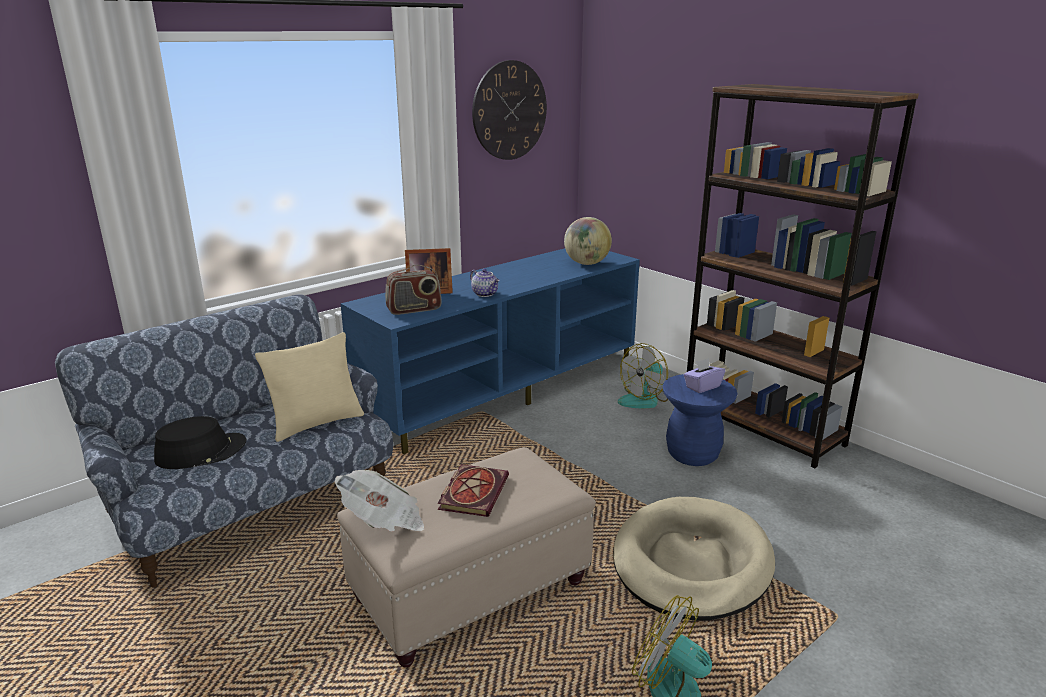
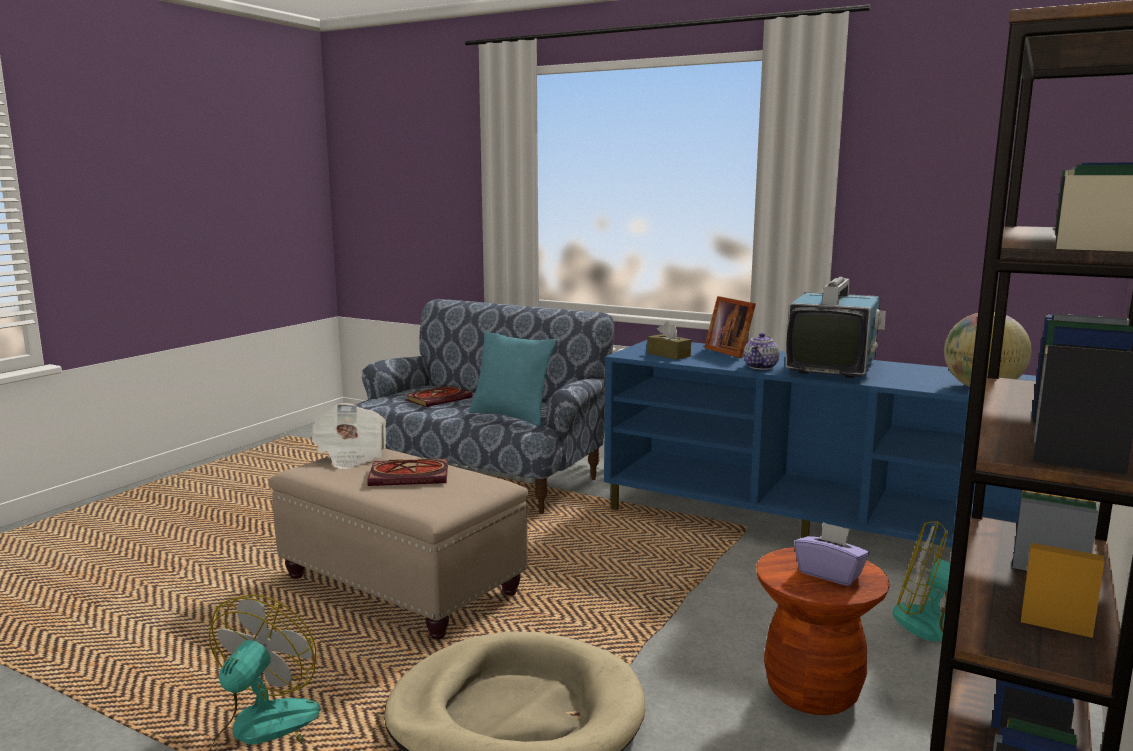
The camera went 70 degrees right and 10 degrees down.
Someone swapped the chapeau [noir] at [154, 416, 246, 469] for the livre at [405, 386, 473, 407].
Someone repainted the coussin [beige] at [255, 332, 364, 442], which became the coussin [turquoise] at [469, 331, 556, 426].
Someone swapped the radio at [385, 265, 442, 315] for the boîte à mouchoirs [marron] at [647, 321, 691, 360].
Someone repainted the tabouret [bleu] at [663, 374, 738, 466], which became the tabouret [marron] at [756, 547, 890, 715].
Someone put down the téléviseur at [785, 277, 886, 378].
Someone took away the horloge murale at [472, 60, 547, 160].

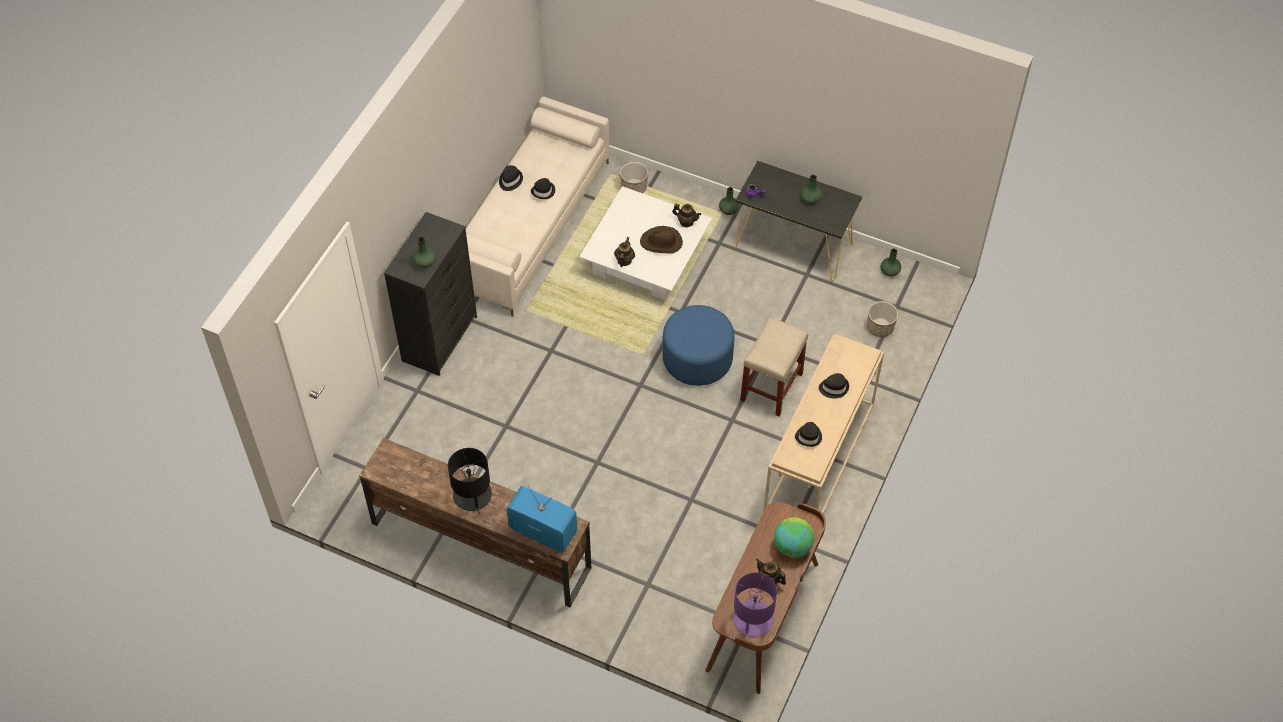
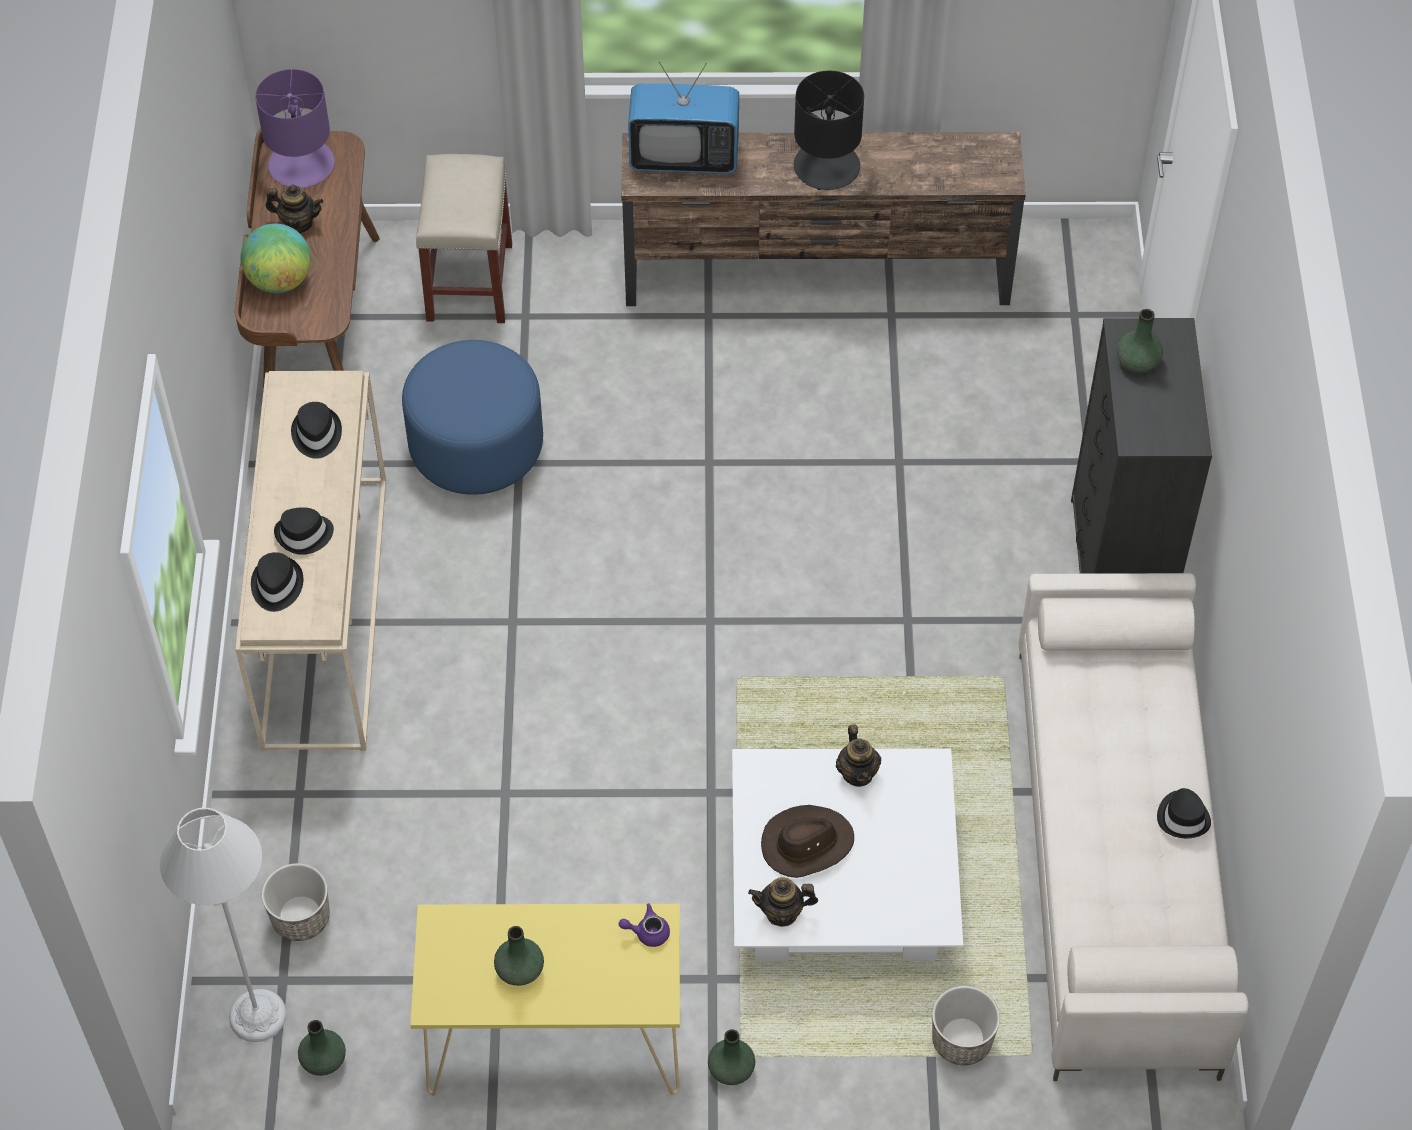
The camera went 155 degrees right and 0 degrees up.
Someone put down the lampadaire [gris] at [160, 808, 287, 1042].
Someone carried the chapeau [noir] from [531, 178, 555, 199] to [251, 552, 303, 612].
Someone carried the pouf [bleu] from [663, 305, 735, 386] to [402, 340, 543, 495].
Someone repainted the table console [noir] at [735, 161, 862, 281], which became the table console [jaune] at [410, 904, 680, 1096].
Someone carried the tabouret [beige] from [740, 317, 808, 417] to [416, 154, 512, 323].

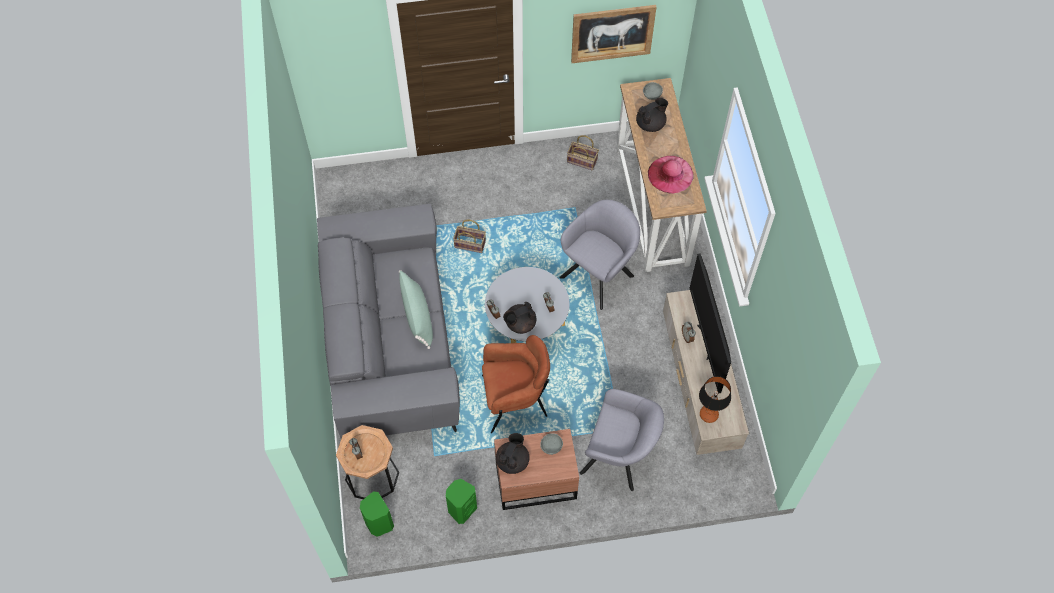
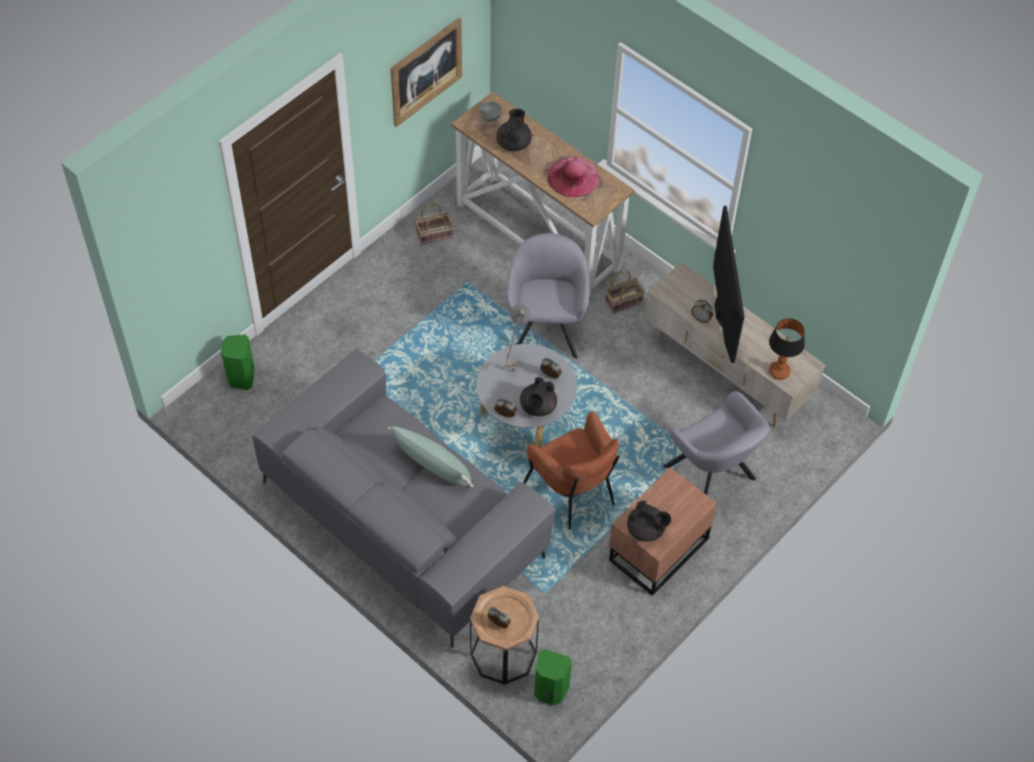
The camera went 40 degrees left and 5 degrees down.
Someone carried the enceinte [vert] from [446, 479, 477, 524] to [221, 334, 255, 390].
Someone put down the lampe de table [gris] at [503, 304, 531, 373].
Someone rotated the fauteuil [marron] at [482, 335, 550, 433] by 105 degrees clockwise.
Someone carried the panier from [453, 220, 486, 253] to [605, 270, 645, 314].
Someone rotated the théière [noir] at [496, 433, 529, 474] by 135 degrees clockwise.
Someone rotated the fauteuil [gris] at [579, 389, 664, 491] by 75 degrees clockwise.
Someone rotated the téléviseur at [690, 253, 731, 394] by 135 degrees counterclockwise.
Someone took away the bol [gris] at [540, 433, 563, 455].

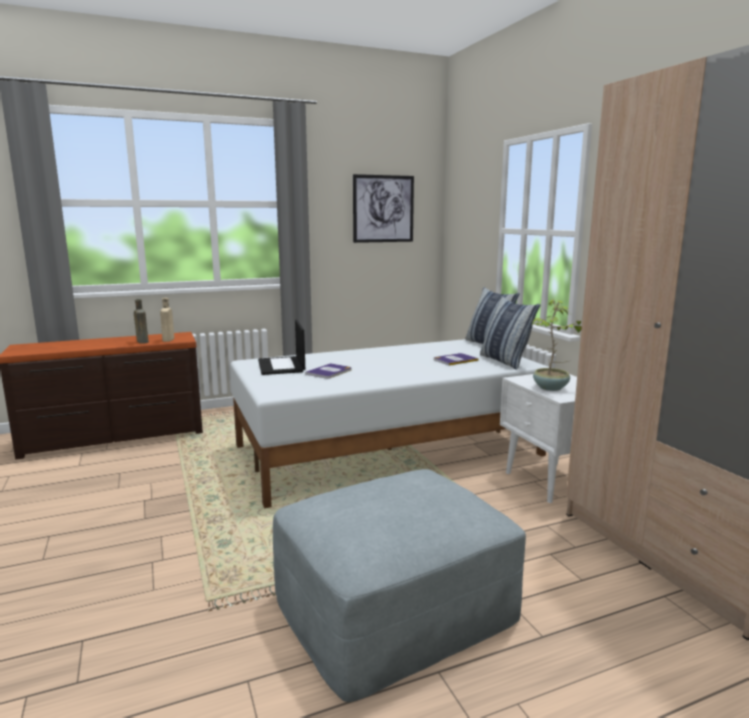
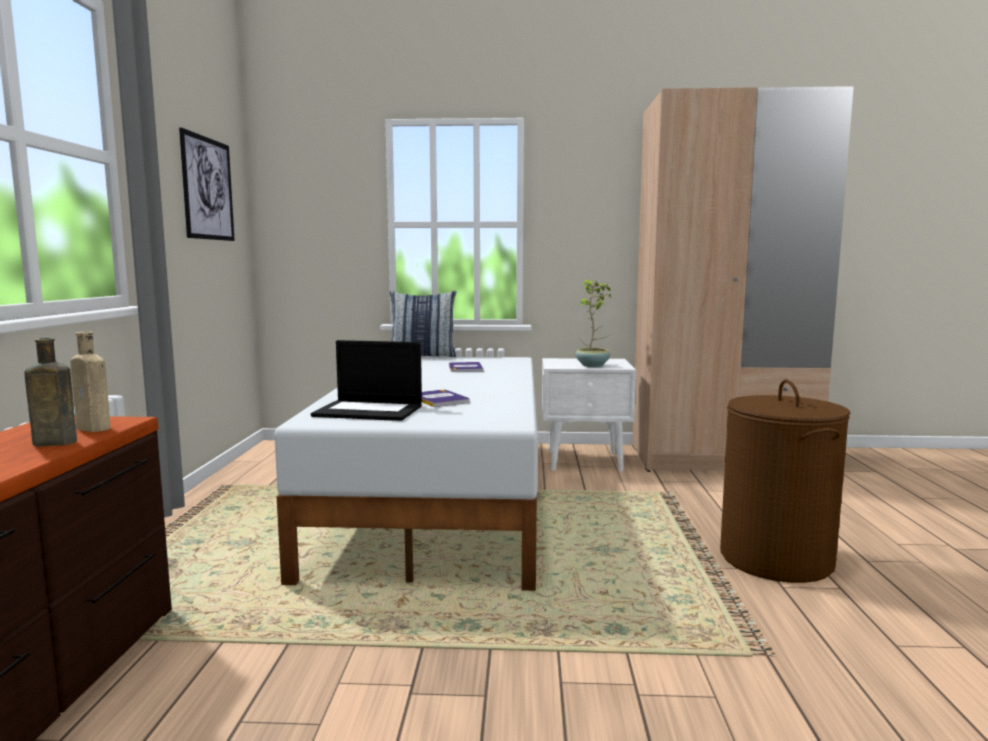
The camera went 65 degrees left and 5 degrees down.
Someone swapped the pouf [gris] at [273, 469, 526, 702] for the panier à linge [marron] at [720, 379, 851, 583].
Someone took away the coussin at [480, 296, 541, 370].

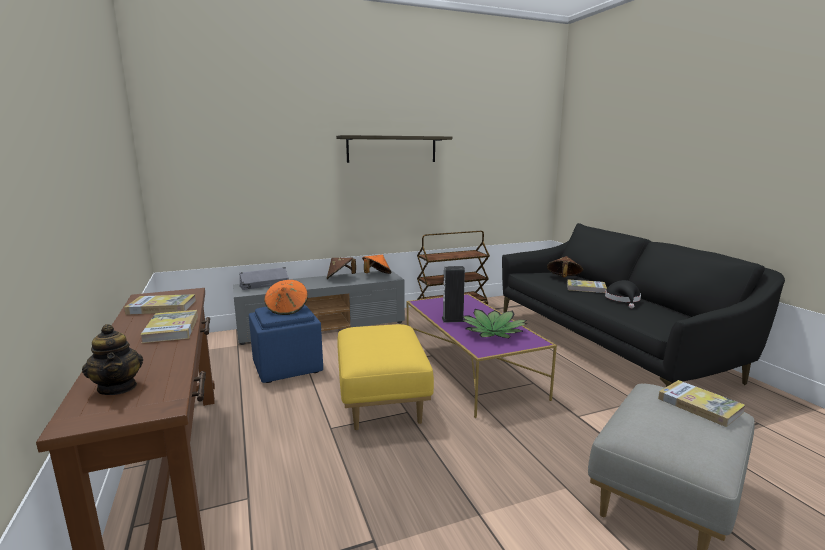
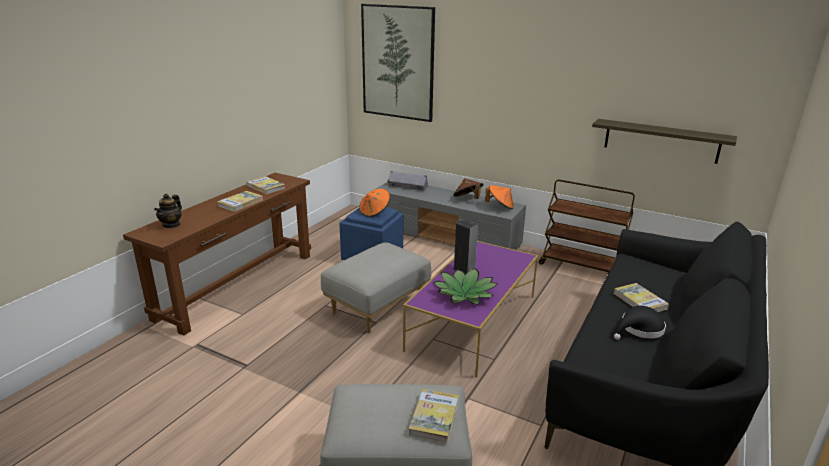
The camera went 50 degrees right and 10 degrees up.
Someone repainted the pouf [jaune] at [337, 324, 434, 430], which became the pouf [gris] at [321, 242, 432, 333].
Someone put up the tableau at [361, 4, 435, 122].
Someone carried the étagère from [336, 135, 452, 163] to [592, 119, 737, 164].
Someone took away the chapeau [marron] at [547, 256, 583, 277].

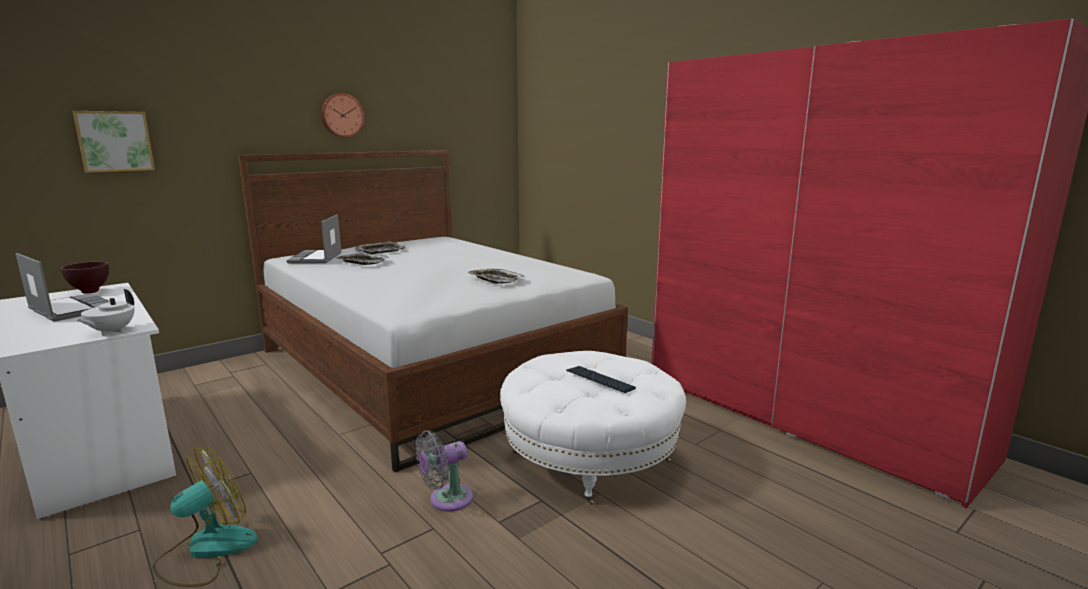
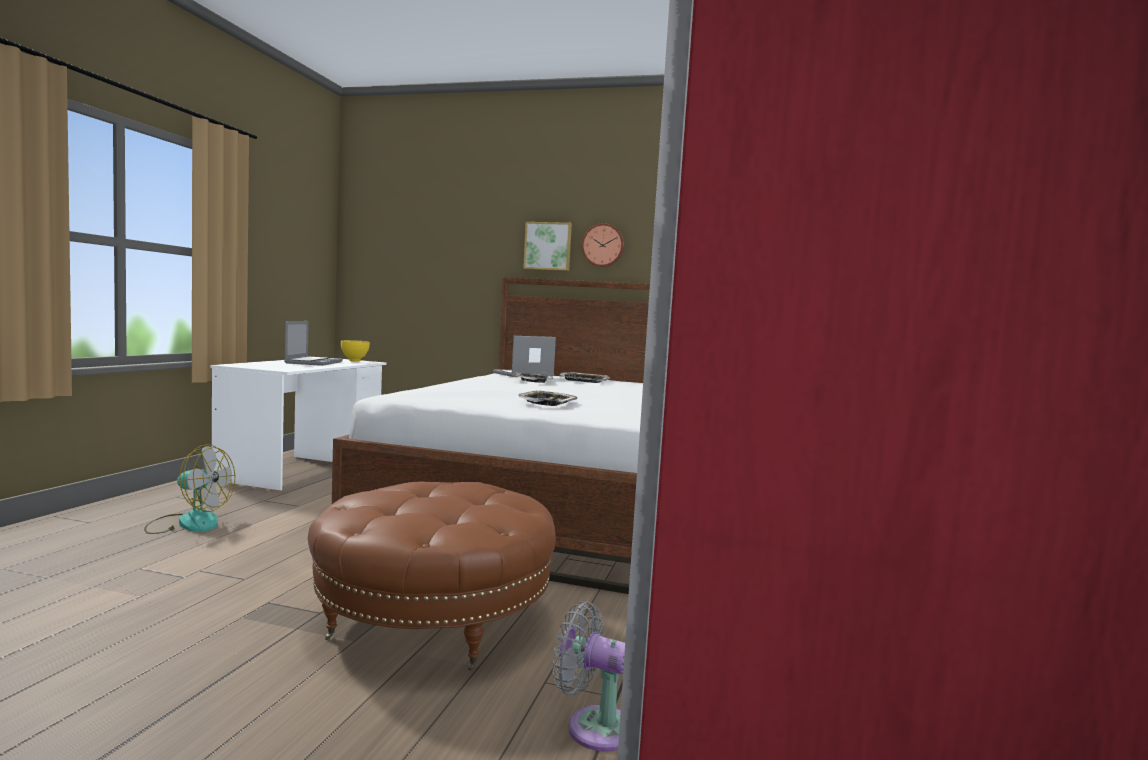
The camera went 55 degrees right and 10 degrees down.
Someone repainted the pouf [blanc] at [500, 351, 686, 505], which became the pouf [marron] at [307, 481, 556, 670].
Someone repainted the bol [marron] at [61, 261, 109, 294], which became the bol [jaune] at [341, 340, 370, 362].
Someone carried the tableau from [73, 111, 155, 173] to [523, 222, 572, 271].
Someone carried the ventilateur [gris] from [415, 430, 473, 512] to [552, 602, 625, 752].
Someone took away the théière [blanc] at [77, 289, 134, 335].
Someone took away the clavier at [566, 366, 636, 393].

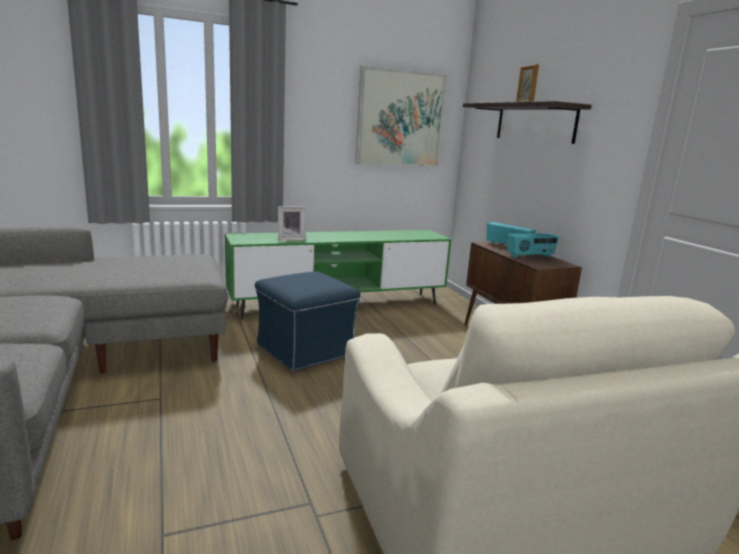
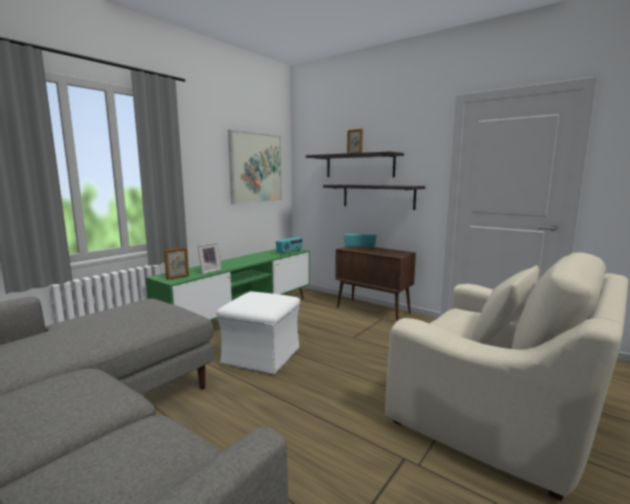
The camera went 30 degrees left and 5 degrees down.
Someone put down the cadre photo at [164, 247, 189, 280].
Someone repainted the pouf [bleu] at [255, 272, 360, 372], which became the pouf [blanc] at [216, 292, 300, 375].
Someone carried the radio from [507, 233, 559, 258] to [276, 237, 303, 255].
Someone put up the étagère at [323, 185, 425, 210].

